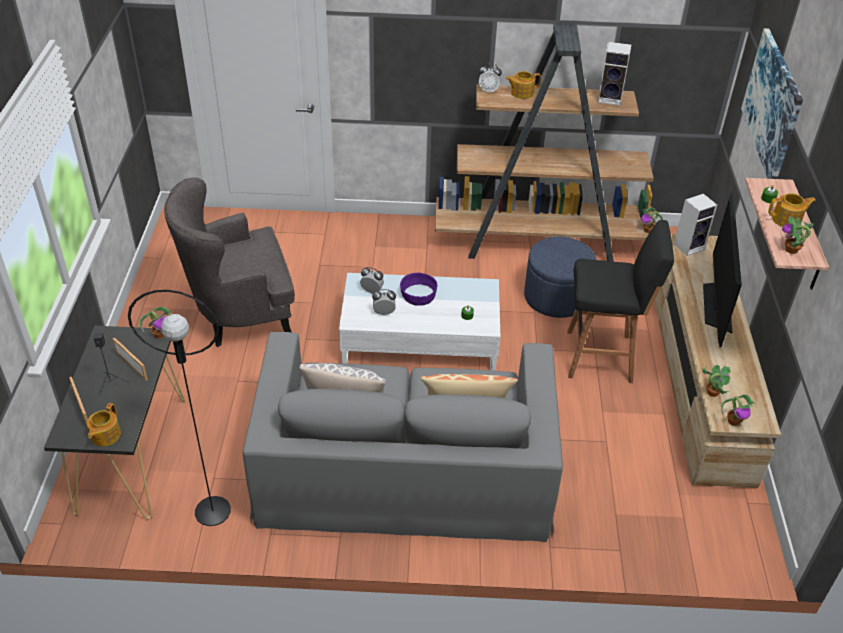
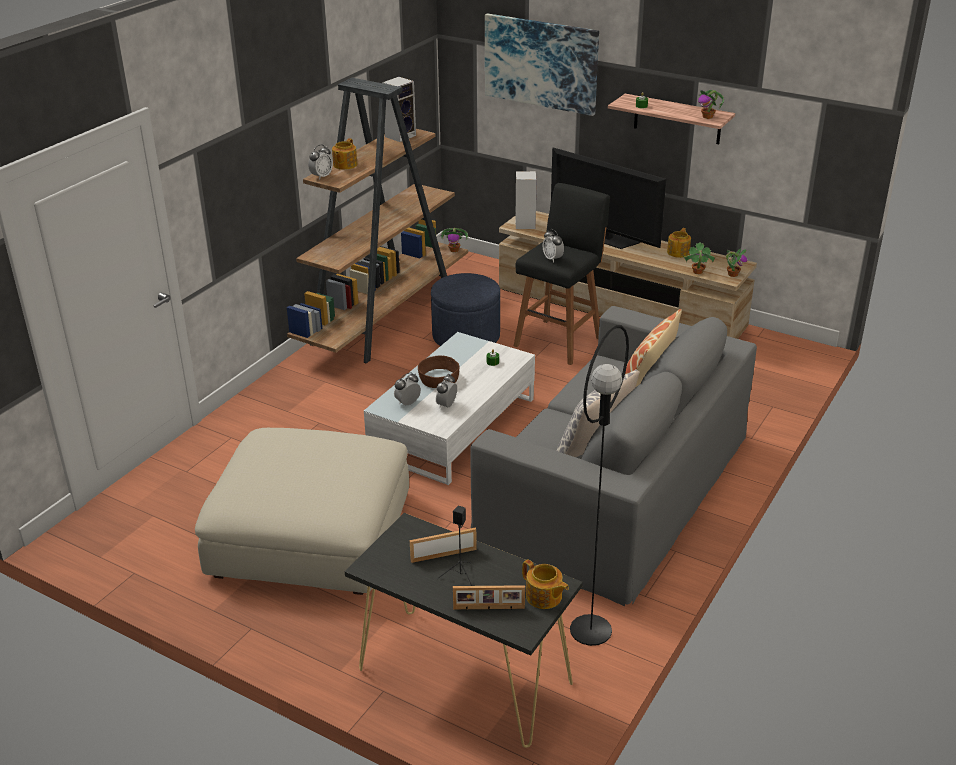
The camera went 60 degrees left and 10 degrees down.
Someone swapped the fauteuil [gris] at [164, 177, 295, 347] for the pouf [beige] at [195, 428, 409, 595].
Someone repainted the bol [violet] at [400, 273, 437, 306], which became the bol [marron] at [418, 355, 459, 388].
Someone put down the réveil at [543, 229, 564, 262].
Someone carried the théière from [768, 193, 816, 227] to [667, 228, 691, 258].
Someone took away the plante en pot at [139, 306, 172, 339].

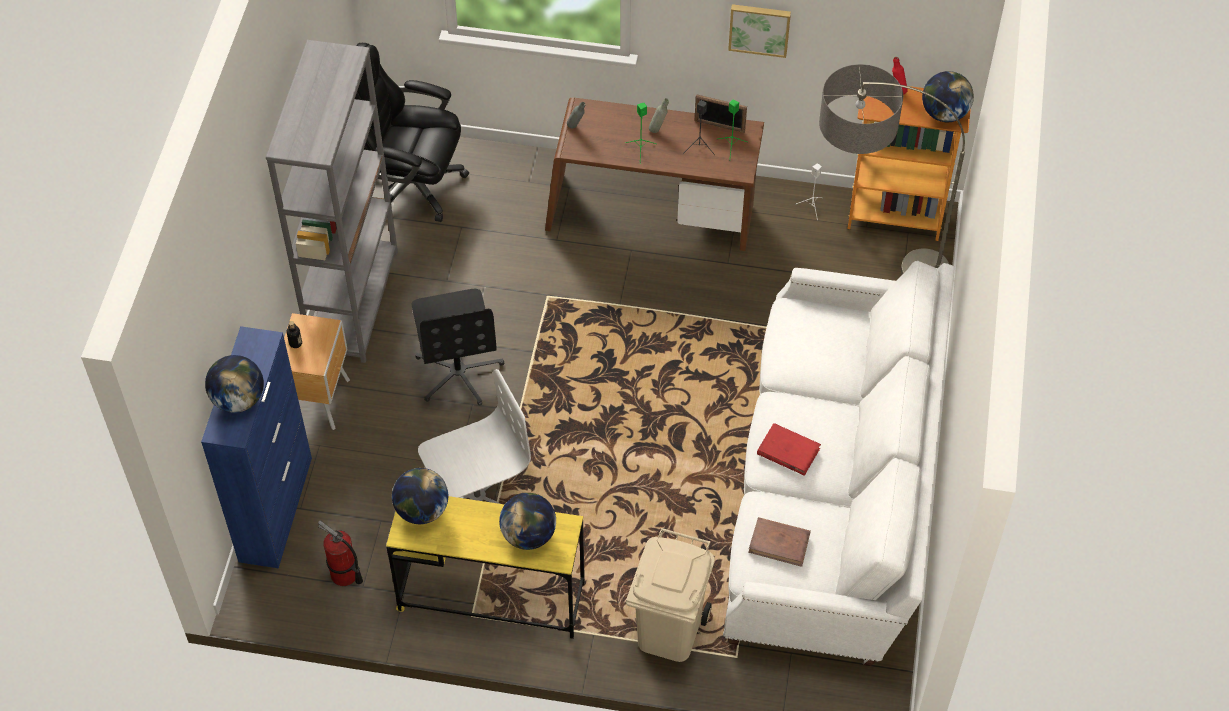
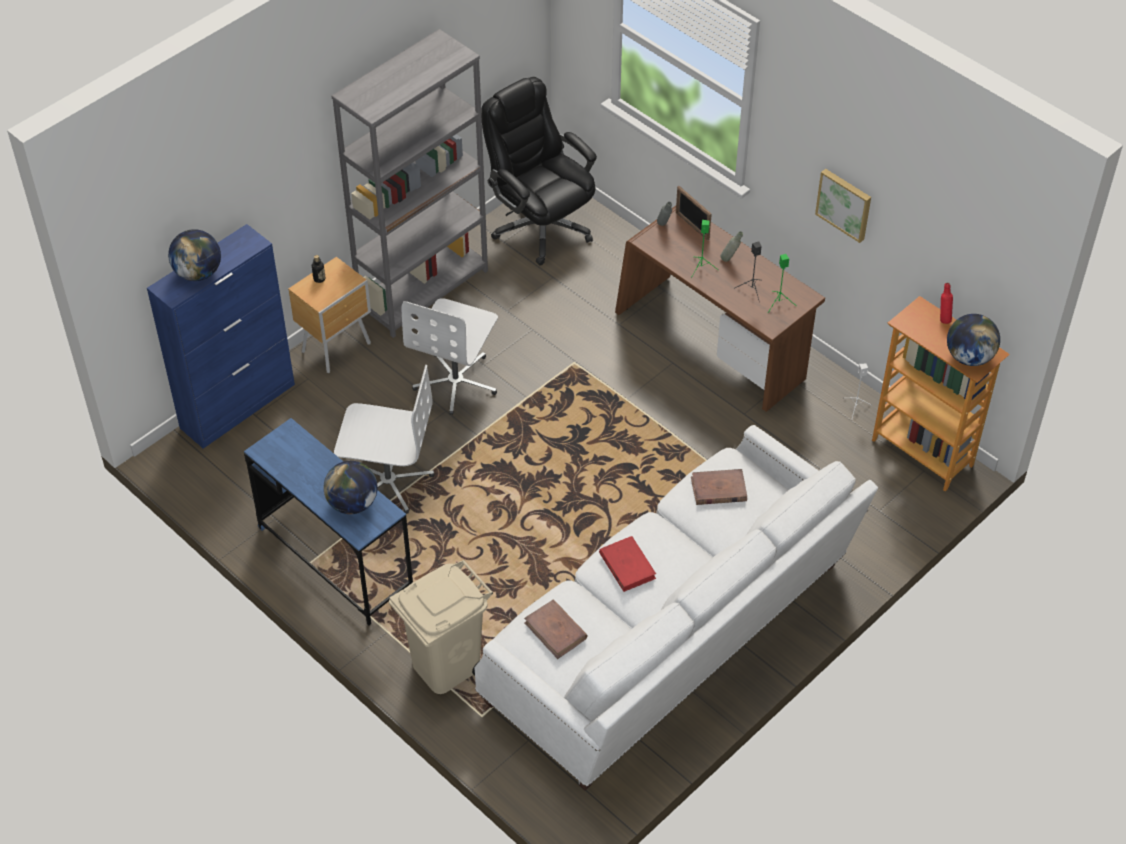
The camera went 35 degrees right and 5 degrees down.
Someone repainted the bureau [jaune] at [386, 496, 585, 639], which became the bureau [bleu] at [244, 418, 413, 625].
Someone repainted the chaise de bureau [noir] at [412, 289, 505, 406], which became the chaise de bureau [blanc] at [401, 298, 498, 415].
Someone carried the cadre photo from [695, 94, 747, 133] to [676, 186, 712, 240].
Someone put down the livre [marron] at [691, 469, 747, 505].
Someone took away the extincteur at [318, 520, 363, 586].
Someone took away the globe at [392, 468, 448, 524].
Someone took away the lampadaire at [819, 64, 965, 274].

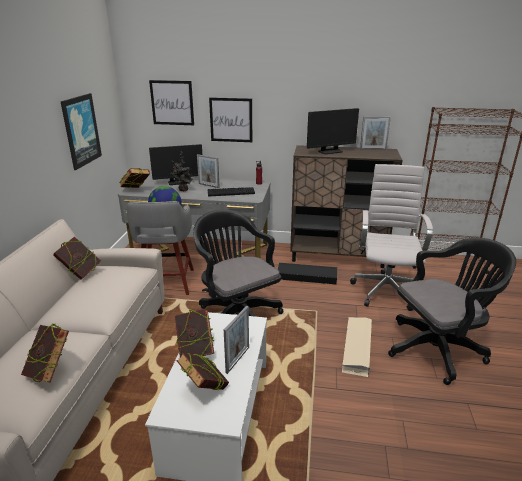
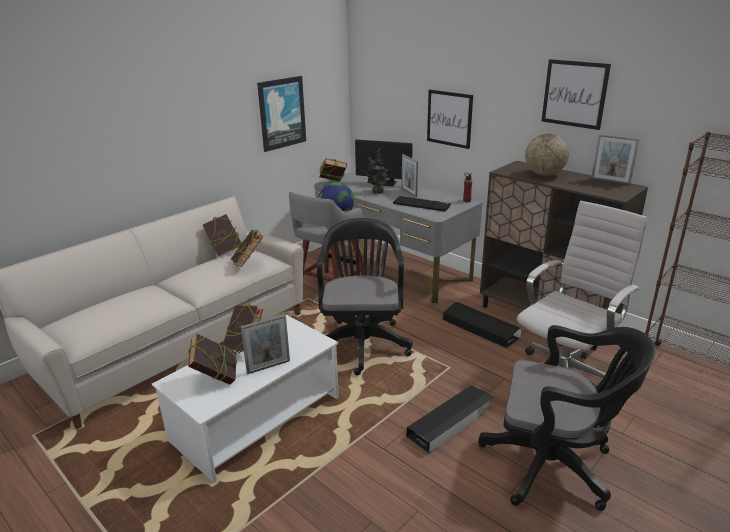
The camera went 35 degrees right and 0 degrees up.
Someone carried the livre from [21, 324, 69, 383] to [231, 230, 263, 267].
Someone repainted the boîte de rangement [beige] at [342, 317, 372, 377], which became the boîte de rangement [noir] at [406, 386, 494, 454].
Someone swapped the écran d'ordinateur at [307, 108, 359, 154] for the globe at [525, 133, 569, 176].
Someone carried the tableau from [149, 80, 194, 125] to [542, 59, 611, 130].

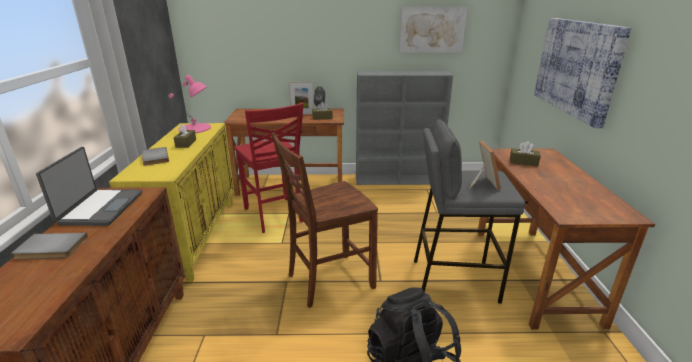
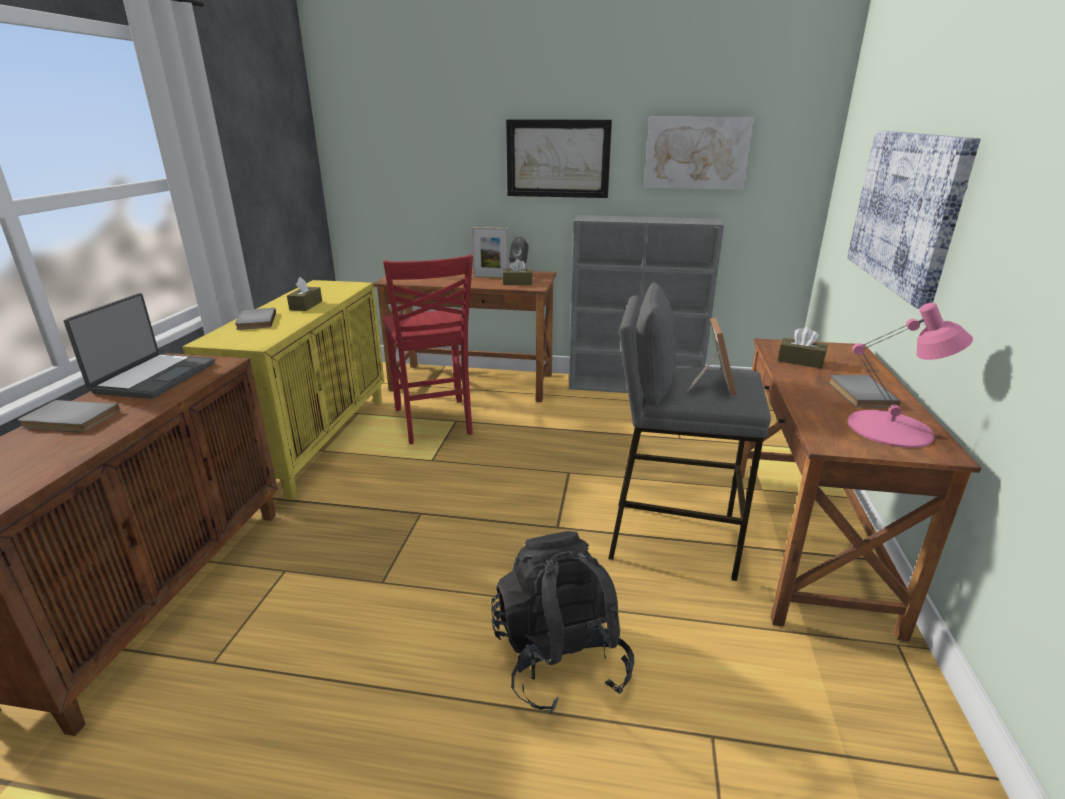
The camera went 10 degrees right and 0 degrees up.
Someone put up the tableau at [506, 119, 612, 198].
Someone put down the livre [gris] at [829, 375, 901, 408].
Someone carried the lampe de table [rose] from [169, 75, 211, 133] to [848, 303, 973, 448].
Someone took away the chaise [marron] at [271, 132, 378, 308].

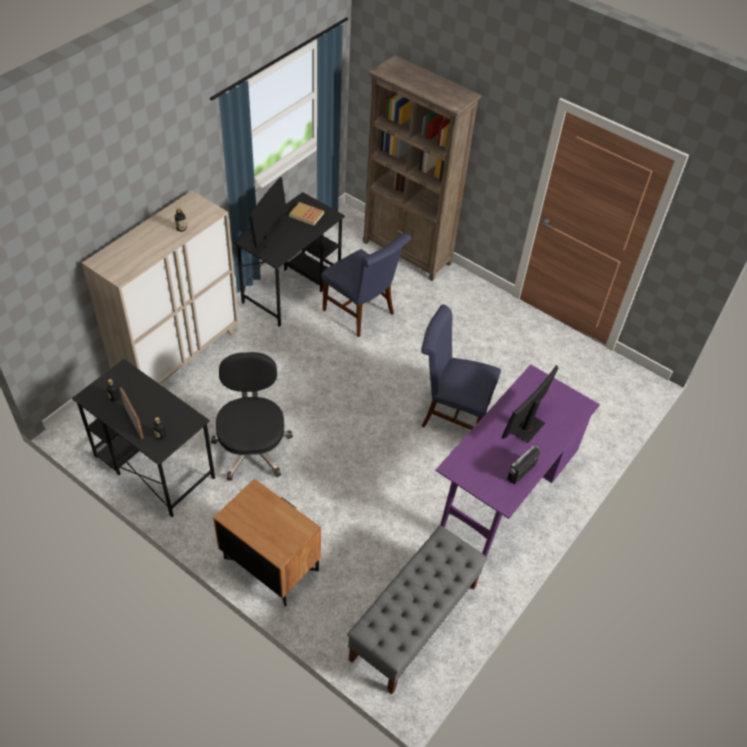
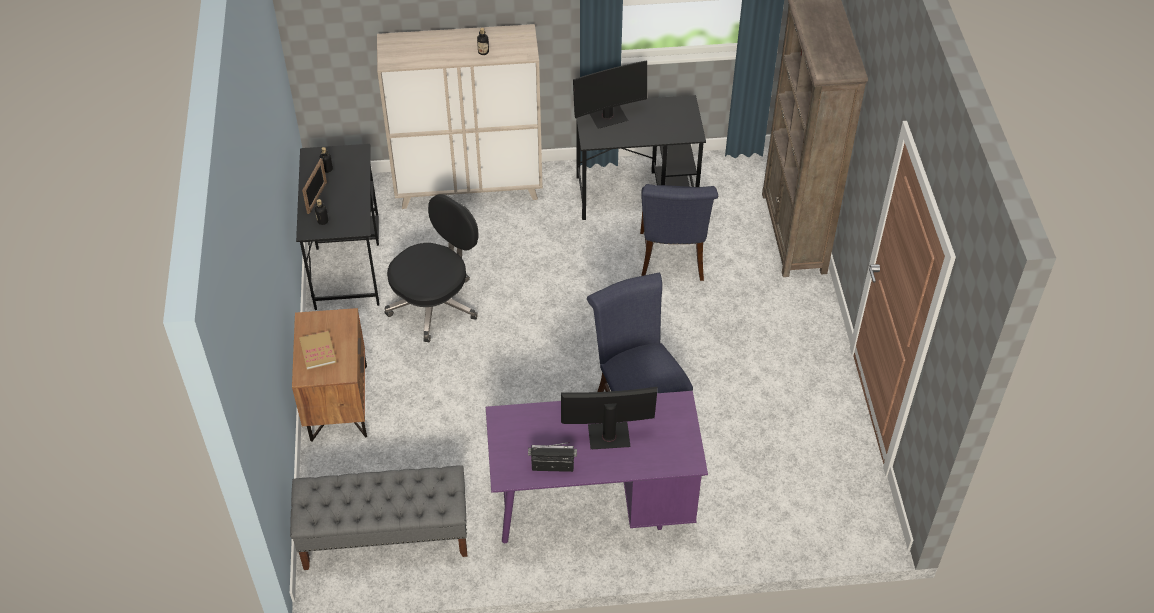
The camera went 50 degrees right and 0 degrees up.
Someone carried the livre from [289, 202, 324, 226] to [299, 331, 337, 370].

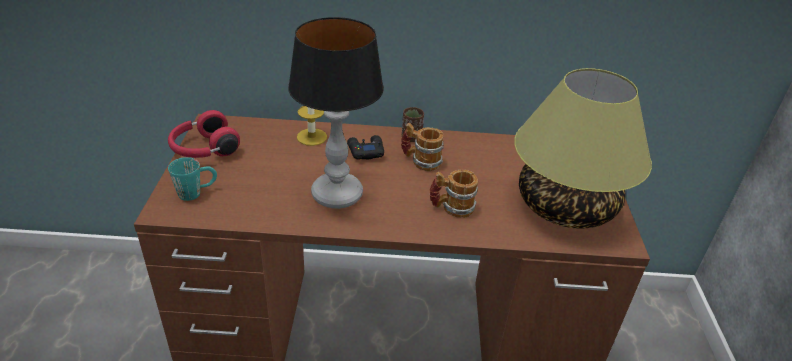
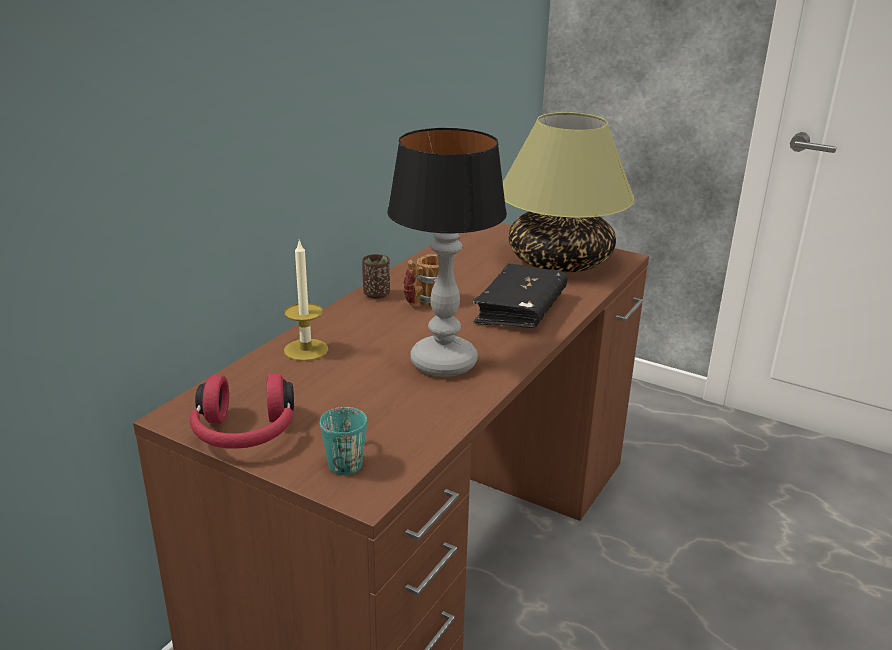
The camera went 60 degrees left and 10 degrees down.
Someone swapped the mug at [429, 170, 478, 218] for the livre [noir] at [473, 264, 567, 328].
Someone took away the manette [noir] at [347, 135, 384, 159].

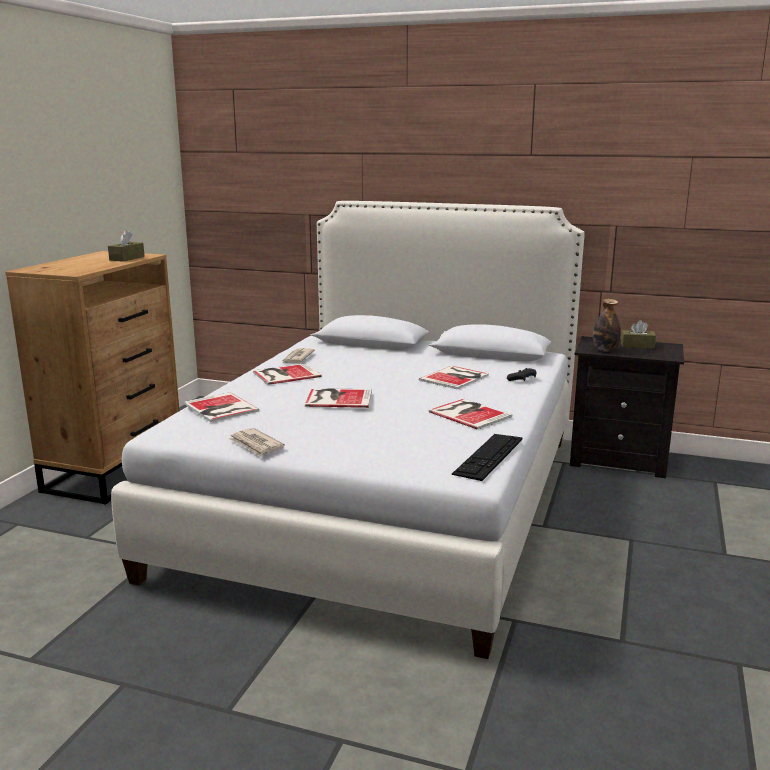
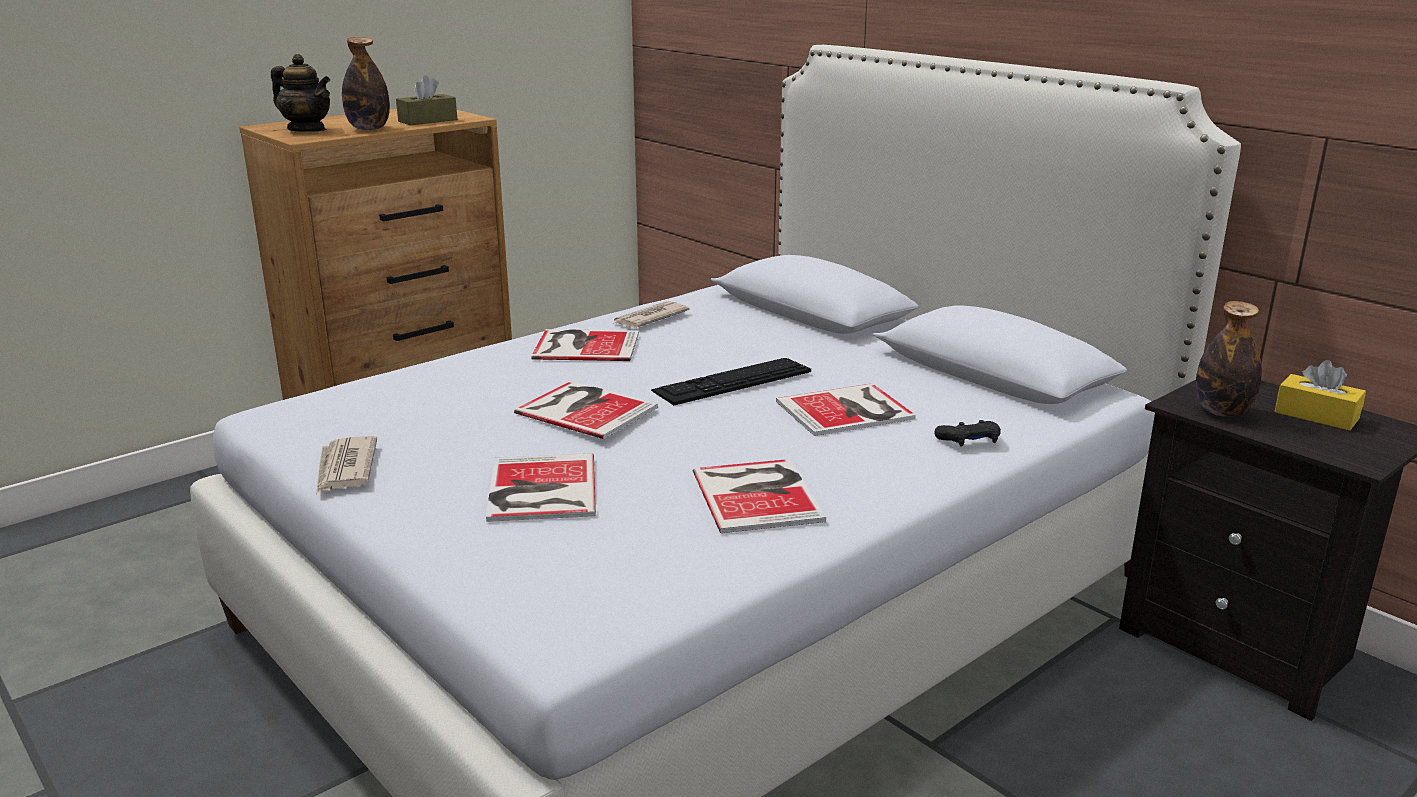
The camera went 30 degrees right and 5 degrees up.
Someone put down the théière at [271, 54, 330, 132].
Someone put down the bouteille at [342, 37, 390, 130].
Someone carried the livre from [184, 392, 259, 422] to [486, 453, 596, 522].
Someone carried the clavier from [452, 434, 522, 481] to [651, 358, 811, 406].
Someone repainted the boîte à mouchoirs [marron] at [621, 320, 656, 349], which became the boîte à mouchoirs [jaune] at [1274, 360, 1366, 431].

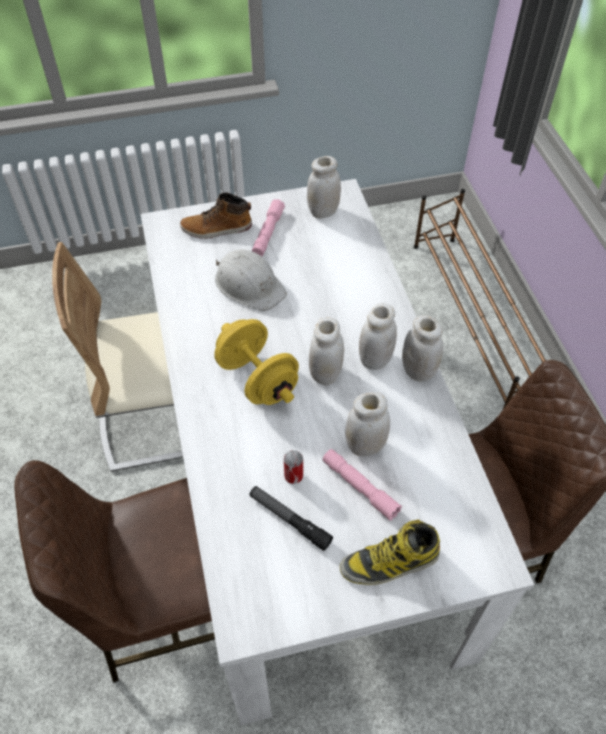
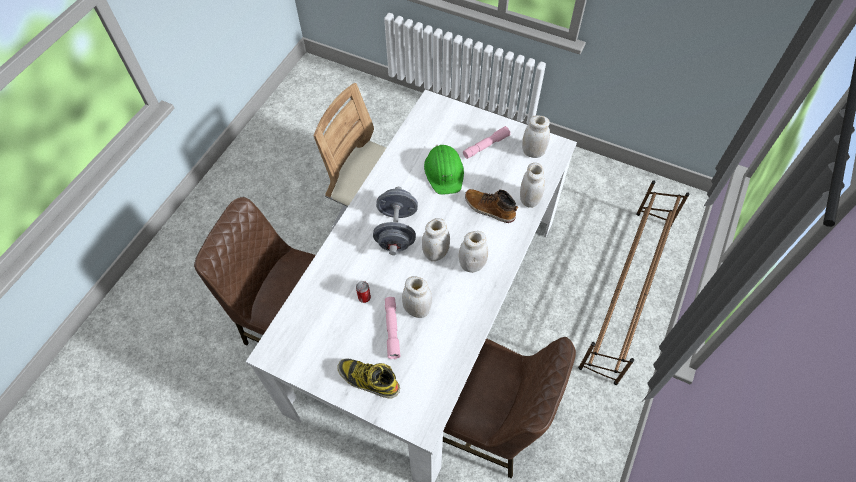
The camera went 40 degrees right and 5 degrees up.
Someone repainted the haltère [jaune] at [214, 319, 299, 405], which became the haltère [gris] at [373, 187, 418, 255].
Someone repainted the casque de chantier [blanc] at [215, 249, 287, 311], which became the casque de chantier [vert] at [424, 145, 464, 195].
Someone carried the botte from [180, 192, 252, 239] to [465, 189, 518, 223].
Someone carried the bocal [blanc] from [402, 315, 444, 381] to [520, 163, 545, 208].
Someone took away the lampe de poche at [249, 486, 333, 551].

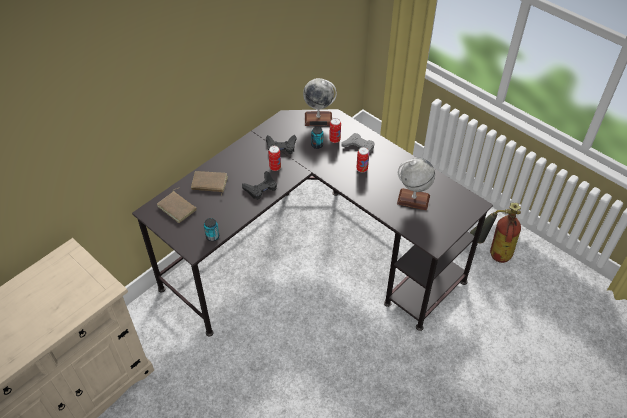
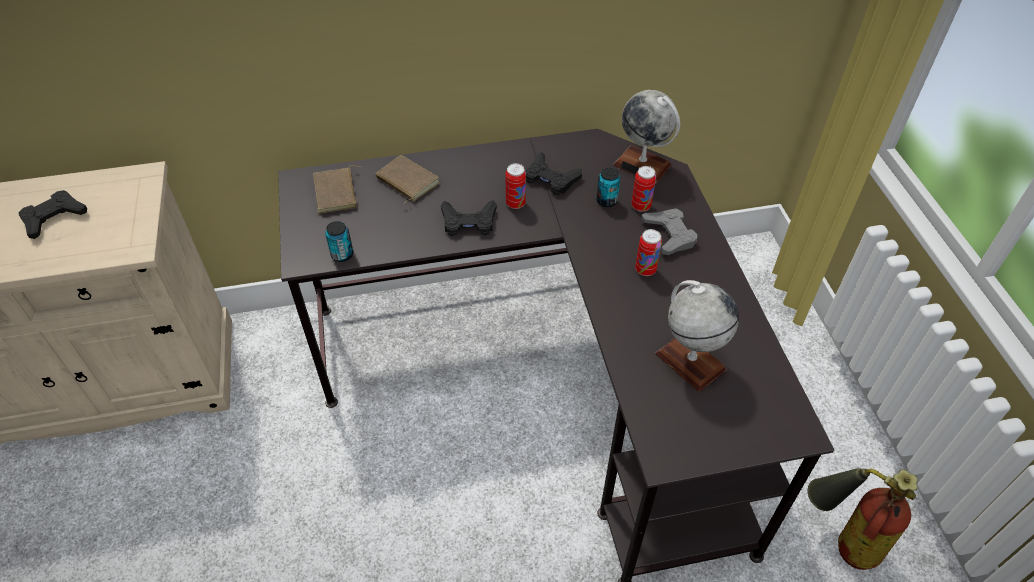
The camera went 35 degrees right and 0 degrees up.
Someone put down the manette [noir] at [19, 190, 87, 239].

